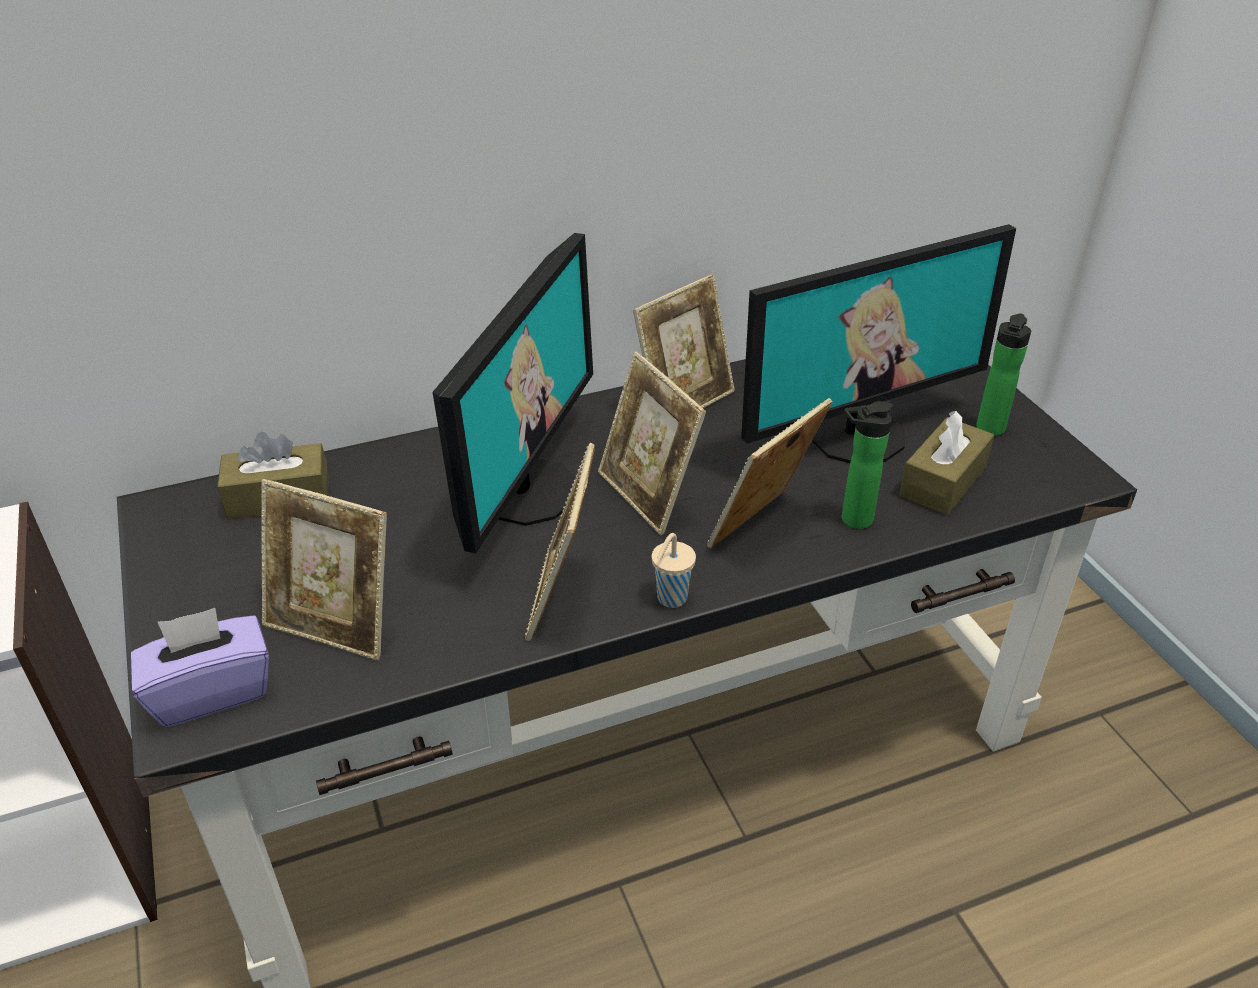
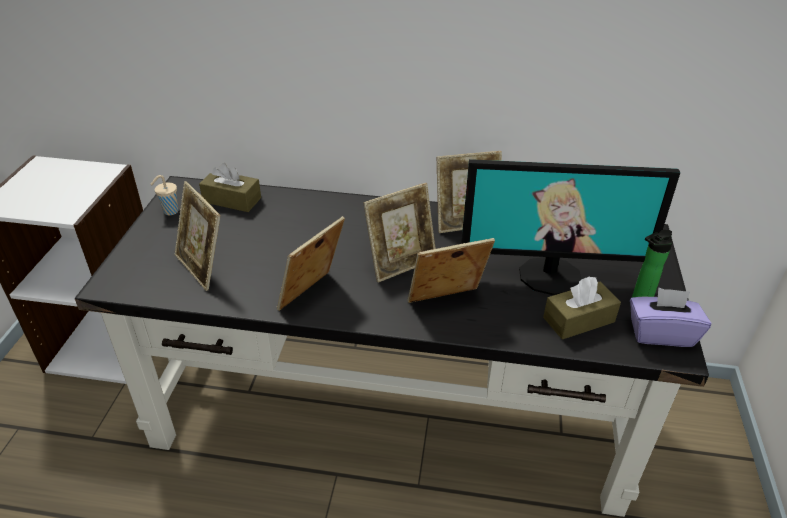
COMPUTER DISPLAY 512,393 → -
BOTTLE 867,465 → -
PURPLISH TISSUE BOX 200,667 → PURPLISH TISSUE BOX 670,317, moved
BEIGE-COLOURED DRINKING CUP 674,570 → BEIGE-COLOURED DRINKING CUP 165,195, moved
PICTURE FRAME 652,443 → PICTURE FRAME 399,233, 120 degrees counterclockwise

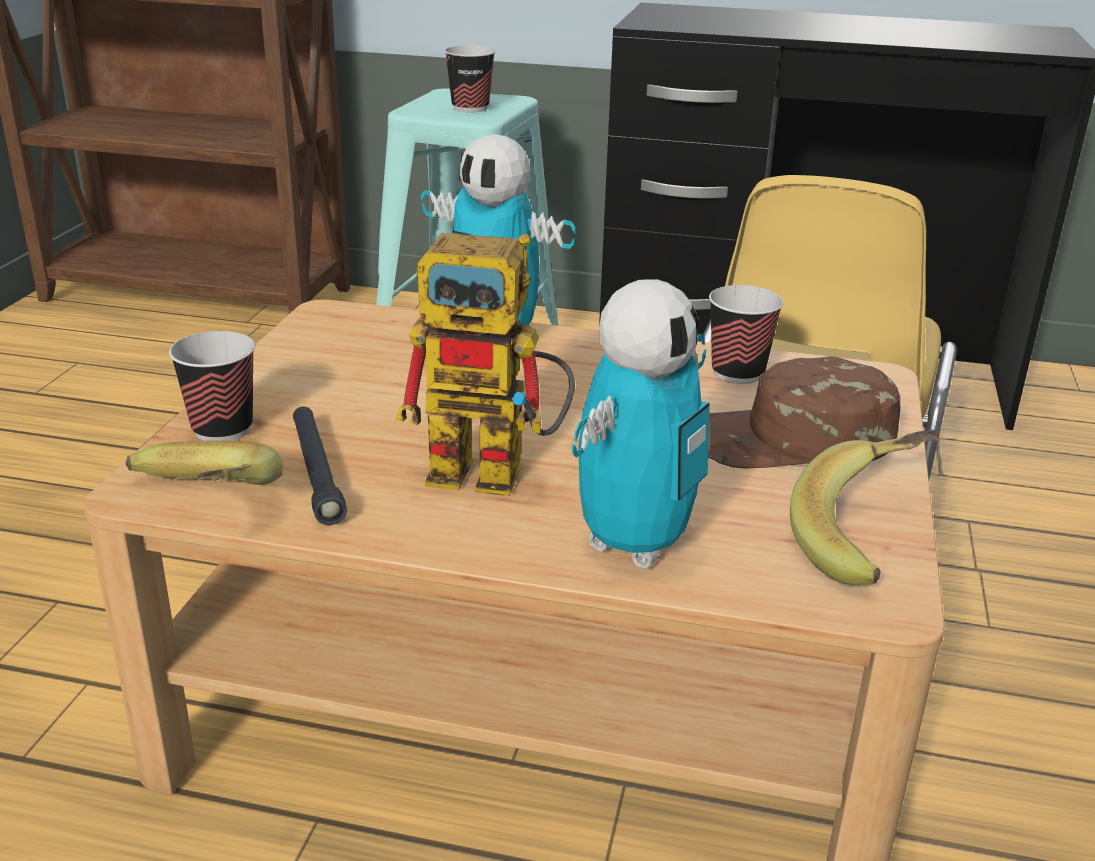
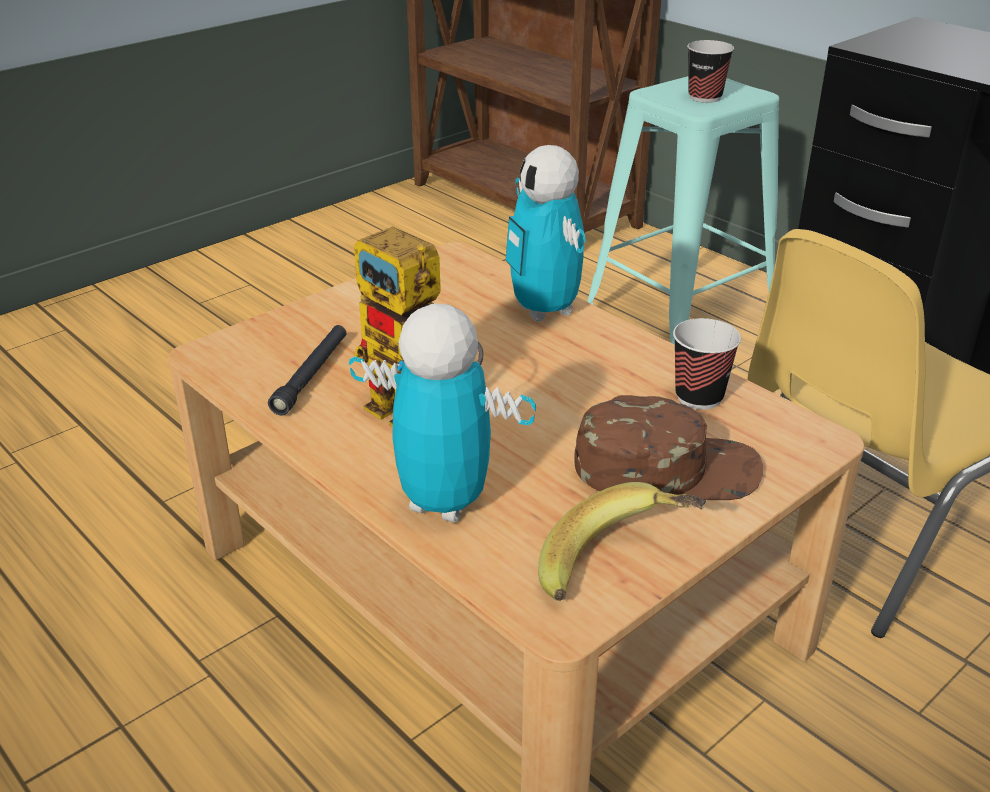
WHOLE BANANA 204,462 → -
DRINKING CUP 212,386 → -
MODEL ROBOT 641,423 → MODEL ROBOT 442,413, 135 degrees counterclockwise
BROWN-COLOURED PEAKED CAP 804,412 → BROWN-COLOURED PEAKED CAP 668,447, 150 degrees clockwise

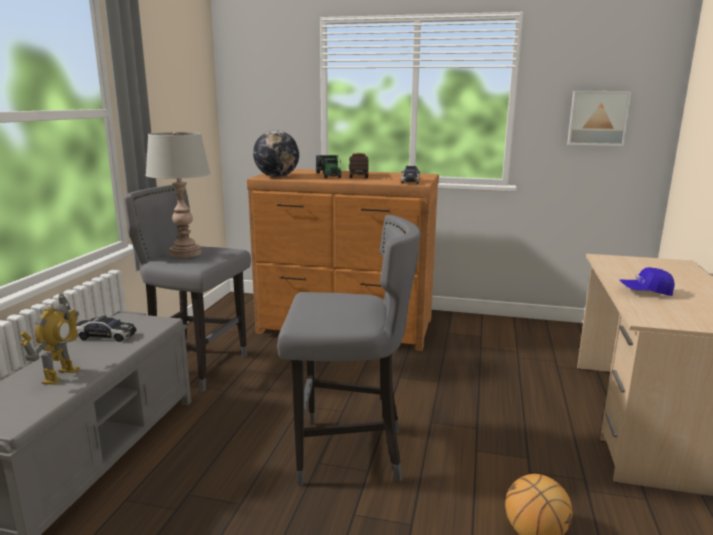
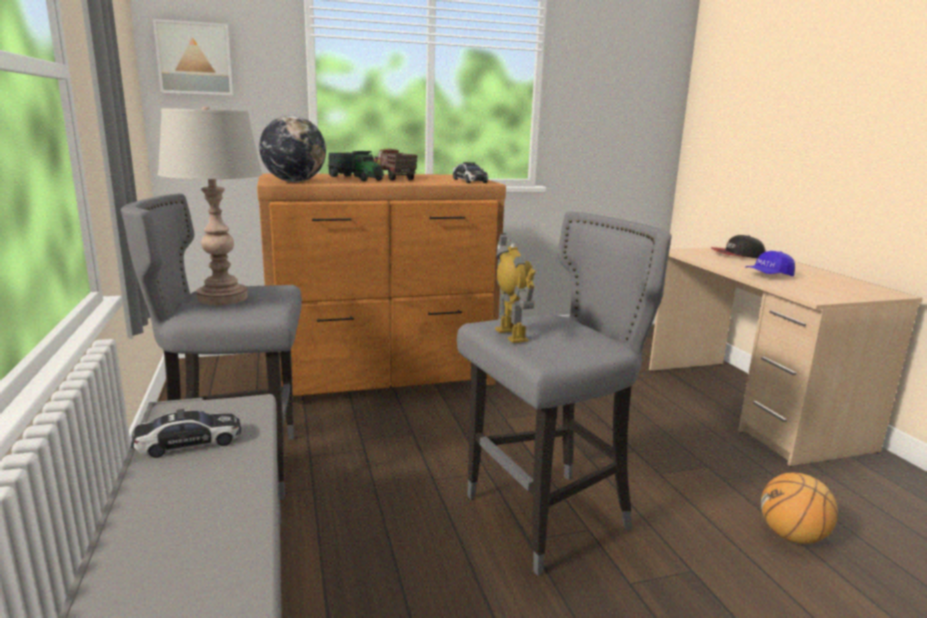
- → PEAKED CAP 738,246
MODEL ROBOT 50,339 → MODEL ROBOT 515,288, moved
WALL ART 599,118 → WALL ART 193,57, moved

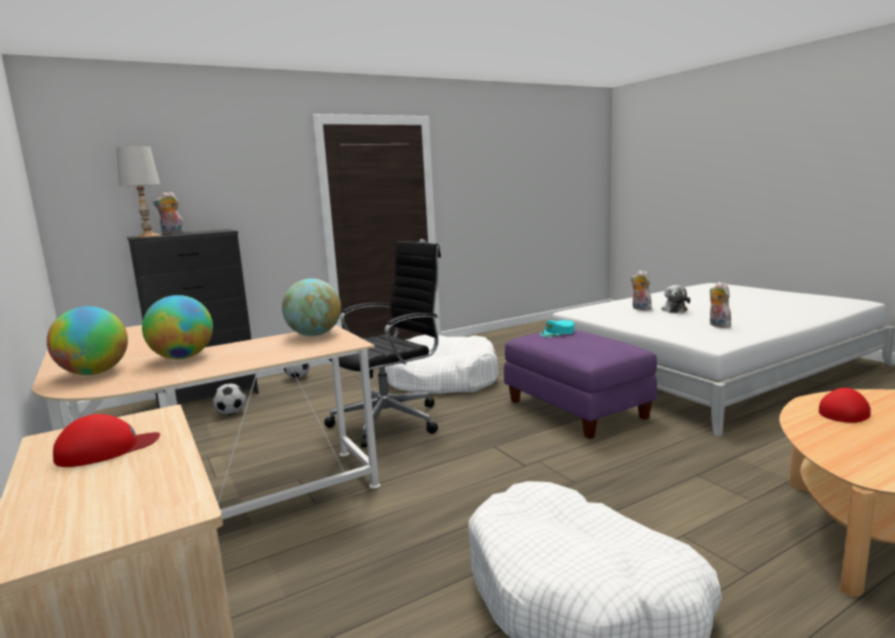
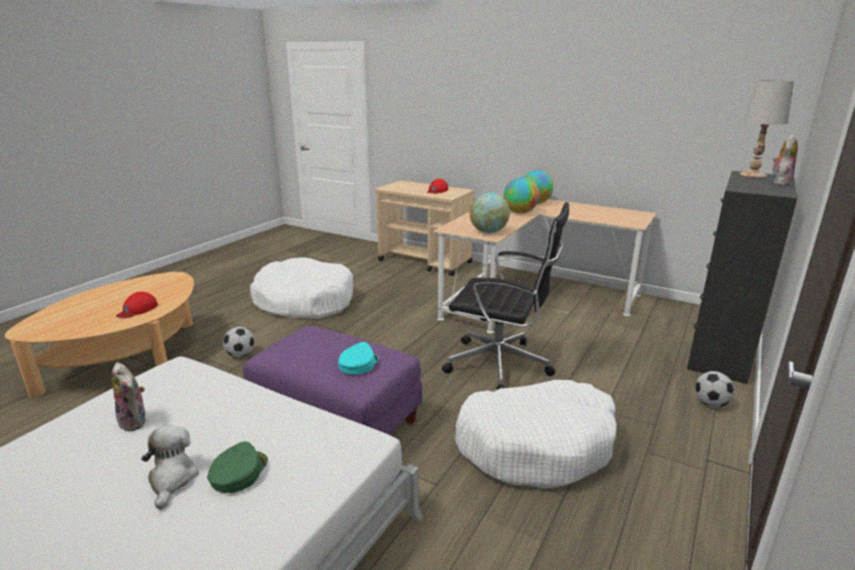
FOOTBALL BALL 229,399 → FOOTBALL BALL 238,342, moved
CUDDLY TOY 641,291 → GREEN-COLOURED PEAKED CAP 237,467
BLACK COMPUTER CHAIR 382,344 → BLACK COMPUTER CHAIR 505,296, 90 degrees counterclockwise

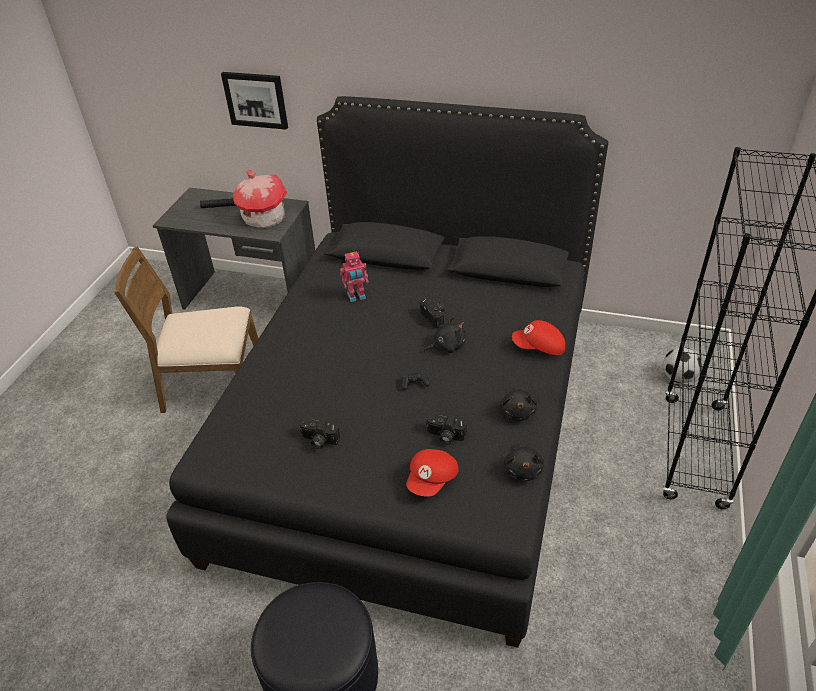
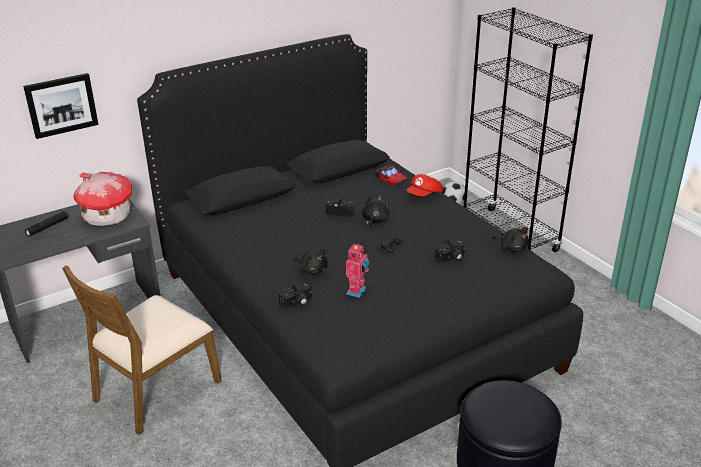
RED PEAKED CAP 432,473 → -
- → MINIATURE CAR 391,175
PHOTO CAMERA 319,433 → PHOTO CAMERA 295,295, moved
MODEL ROBOT 354,276 → MODEL ROBOT 358,270, moved
BLACK CUDDLY TOY 518,403 → BLACK CUDDLY TOY 311,262, moved

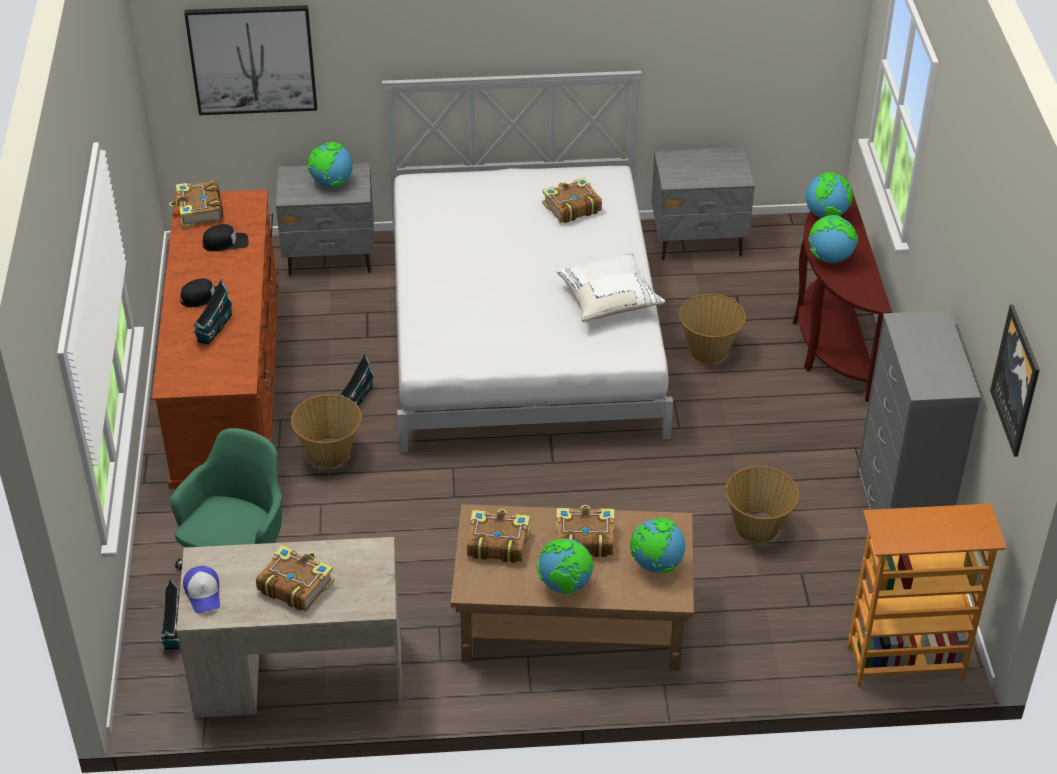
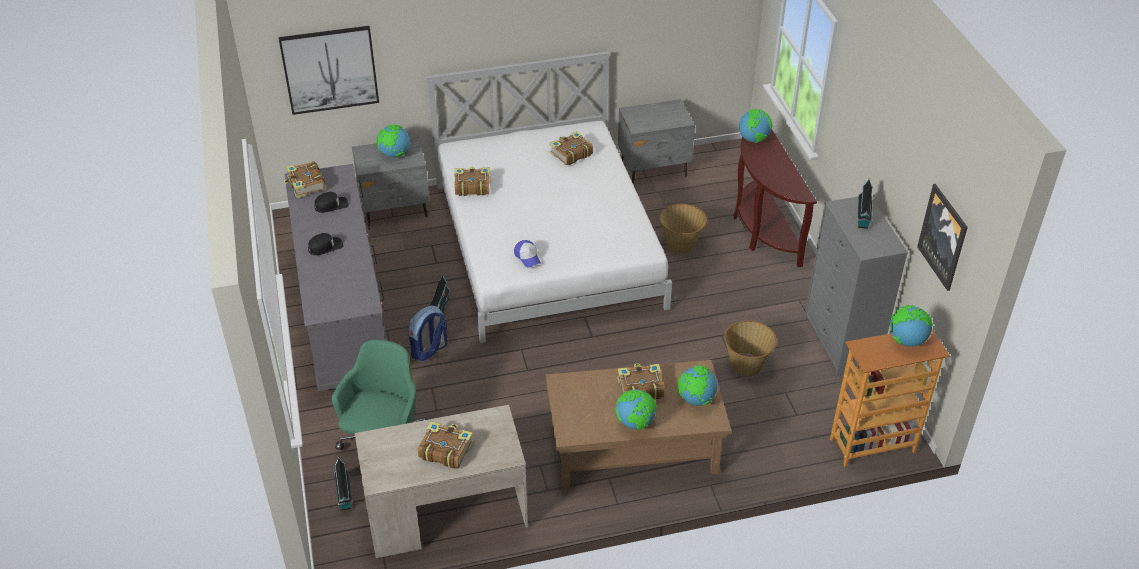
WHITISH PILLOW 610,287 → -
PEAKED CAP 201,590 → PEAKED CAP 527,254, moved
MODEL HOUSE 213,312 → MODEL HOUSE 865,204, moved
VOLUME 498,536 → VOLUME 472,181, moved
GLOBE 833,239 → GLOBE 911,326, moved
STORAGE BASKET 326,431 → BACKPACK 427,333
BROWN-COLOURED DRAWER CHEST 215,339 → GRAY DRAWER CHEST 335,277

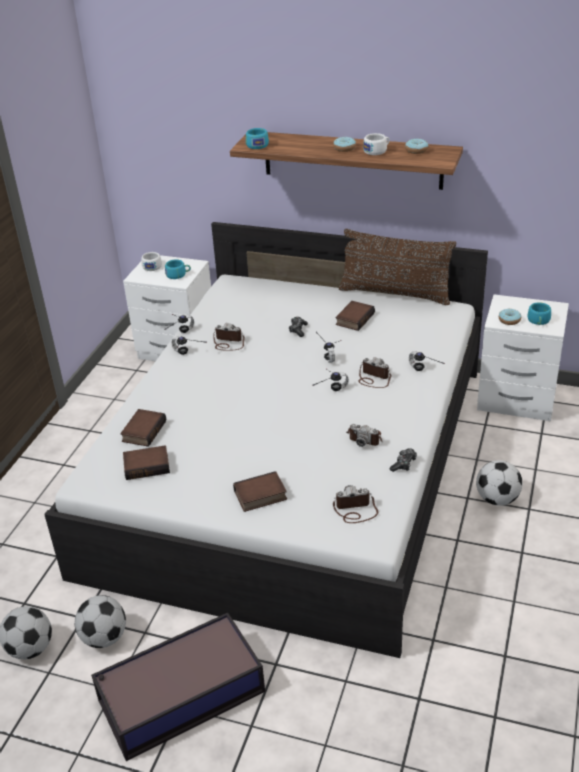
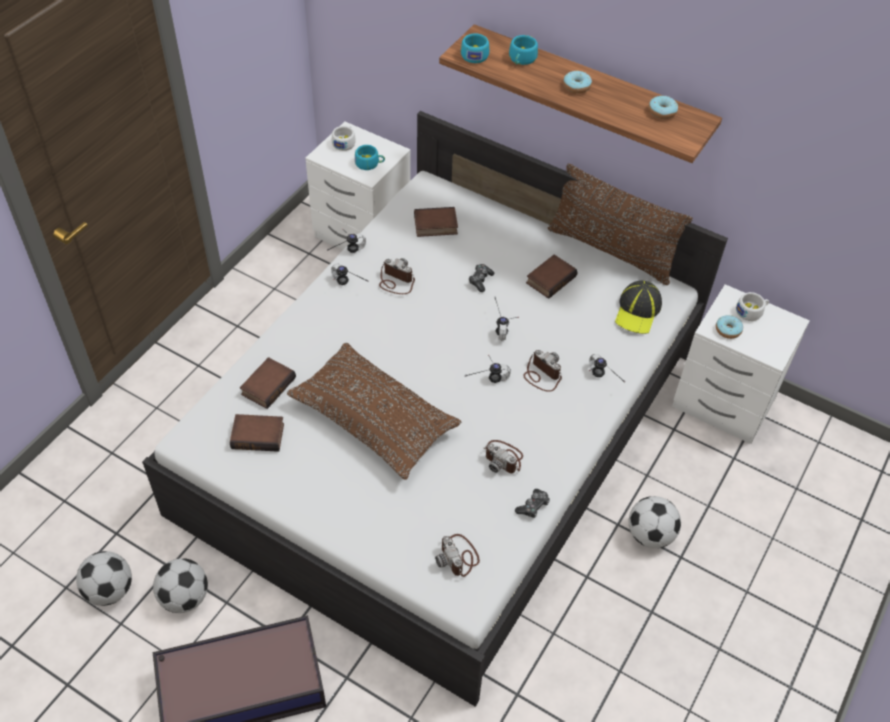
- → BROWN-COLOURED PILLOW 374,411
- → PEAKED CAP 638,307
VOLUME 260,491 → VOLUME 436,222, moved
WHITISH DRINKING CUP 376,144 → WHITISH DRINKING CUP 752,306, moved
TURQUOISE-COLOURED DRINKING CUP 539,313 → TURQUOISE-COLOURED DRINKING CUP 523,50, moved
PHOTO CAMERA 355,504 → PHOTO CAMERA 457,555, 120 degrees counterclockwise

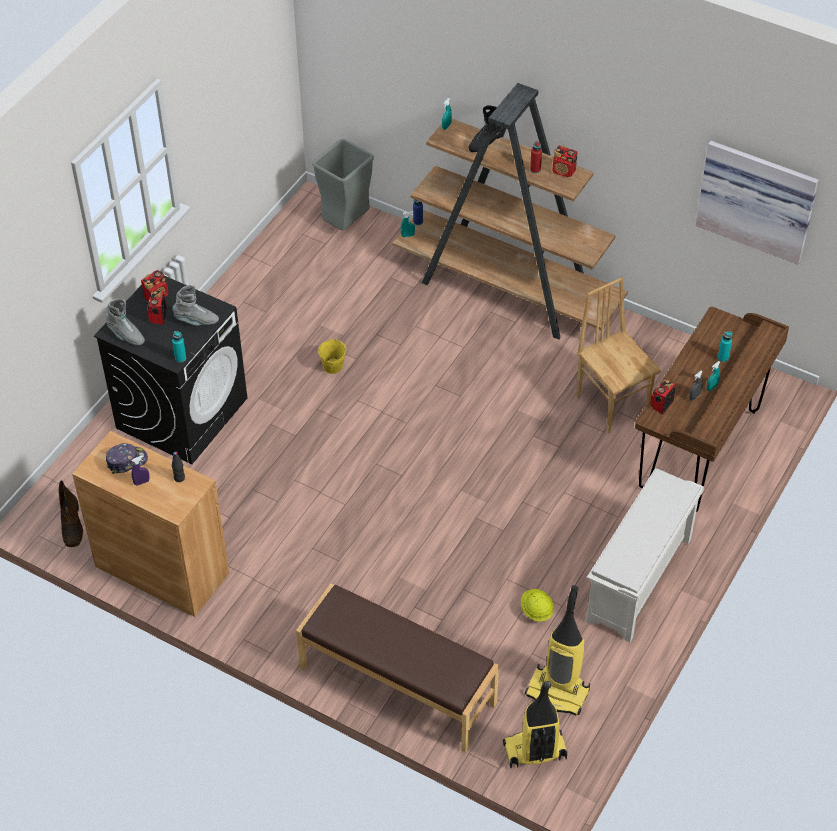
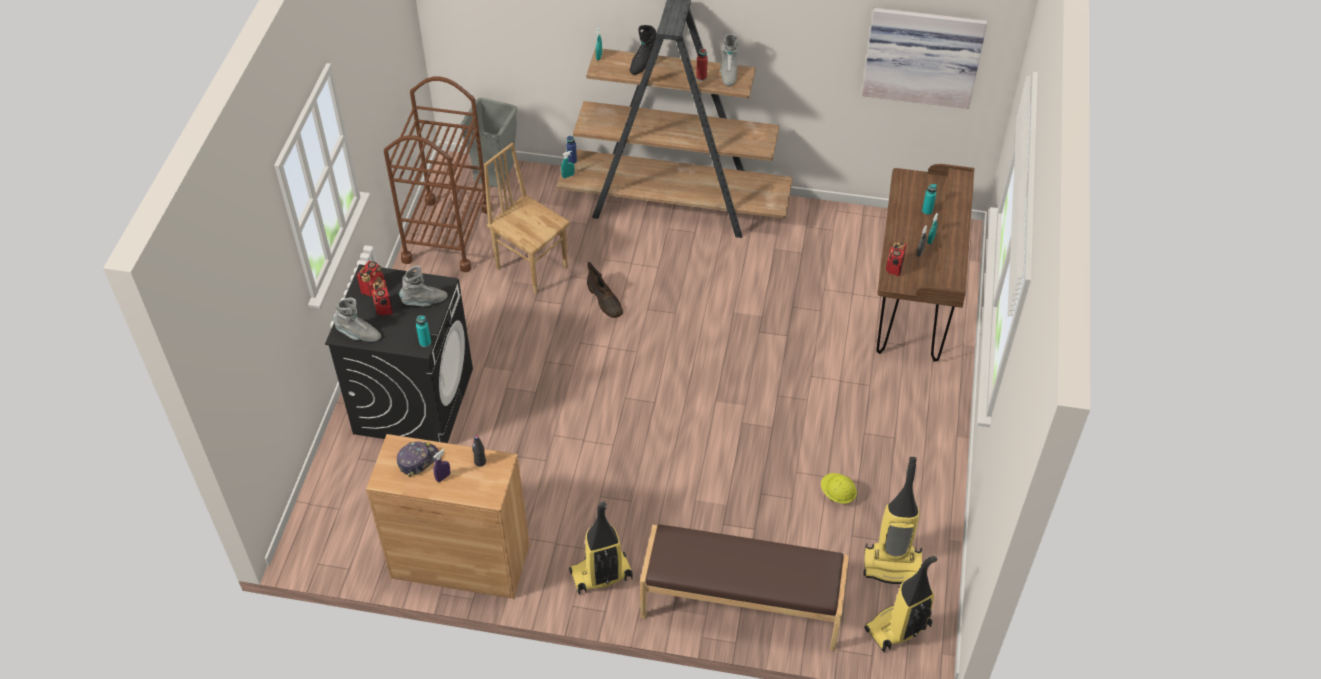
YELLOWISH WATER BUCKET 332,356 → -
WHITISH SHOE RACK 645,555 → -
- → BROWN-COLOURED CART 438,174
- → HOOVER 601,548
BROWN-COLOURED BOOT 71,513 → BROWN-COLOURED BOOT 605,290, moved
BROWN-COLOURED PLAIN CHAIR 618,355 → BROWN-COLOURED PLAIN CHAIR 527,218, moved
RADIO SET 564,161 → GRAY BOOT 729,60

